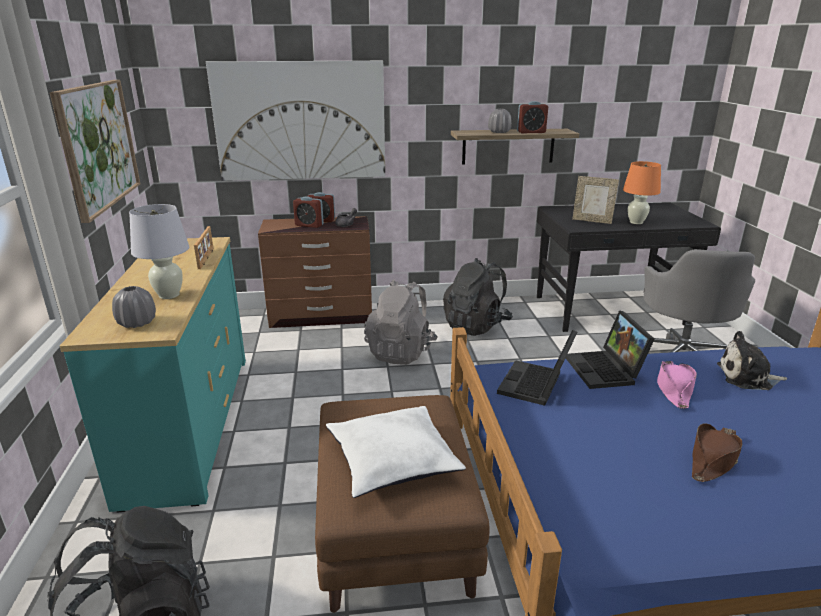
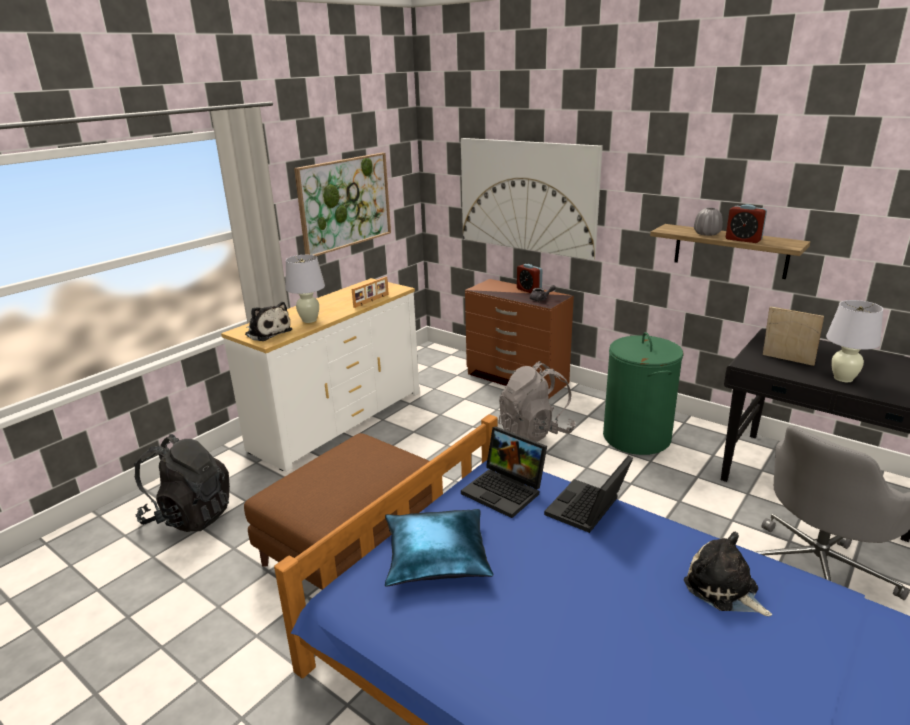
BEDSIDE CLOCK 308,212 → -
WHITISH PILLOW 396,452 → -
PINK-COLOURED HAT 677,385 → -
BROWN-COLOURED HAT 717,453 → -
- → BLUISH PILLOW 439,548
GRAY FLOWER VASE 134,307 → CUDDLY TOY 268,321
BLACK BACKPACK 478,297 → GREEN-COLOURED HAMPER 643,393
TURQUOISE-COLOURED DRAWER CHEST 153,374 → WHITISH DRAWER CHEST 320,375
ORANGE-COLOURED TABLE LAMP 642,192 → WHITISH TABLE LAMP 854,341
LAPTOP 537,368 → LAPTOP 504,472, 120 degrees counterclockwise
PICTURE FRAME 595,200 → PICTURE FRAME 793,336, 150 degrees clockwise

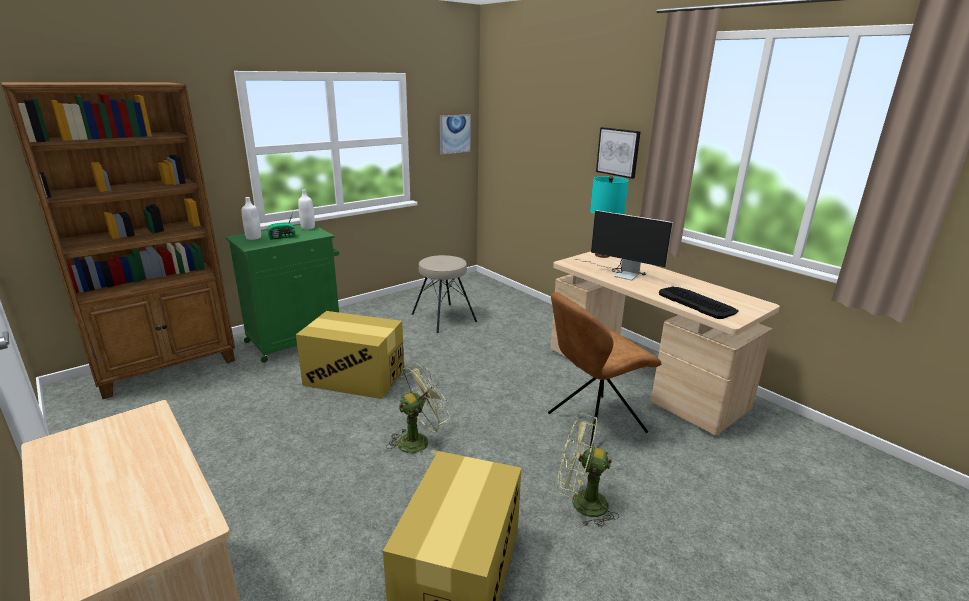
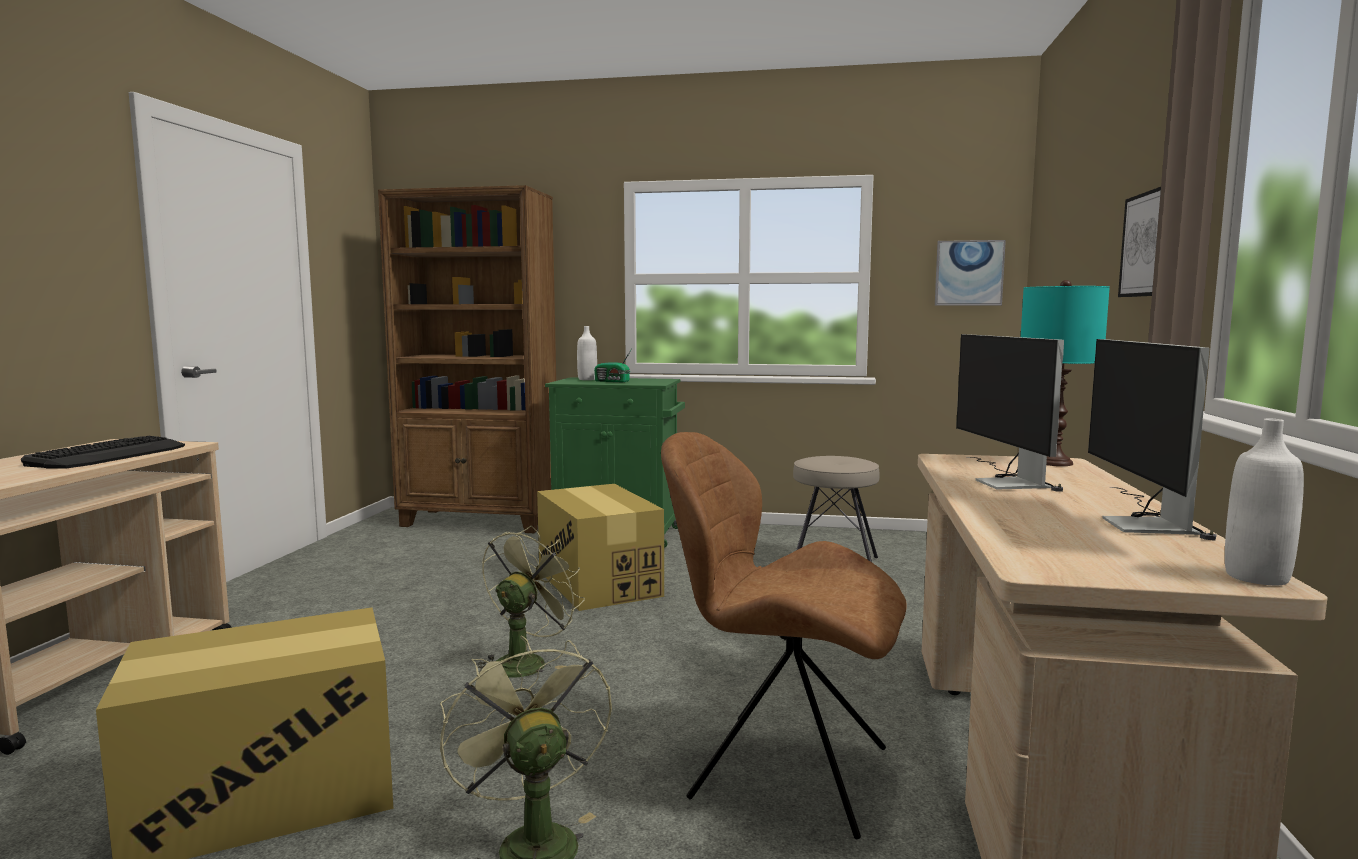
- → COMPUTER DISPLAY 1152,440
WHITISH BOTTLE 306,209 → WHITISH BOTTLE 1264,502, moved
PC KEYBOARD 699,303 → PC KEYBOARD 103,452, moved
GREEN-COLOURED ELECTRIC FAN 418,408 → GREEN-COLOURED ELECTRIC FAN 530,602, 75 degrees counterclockwise

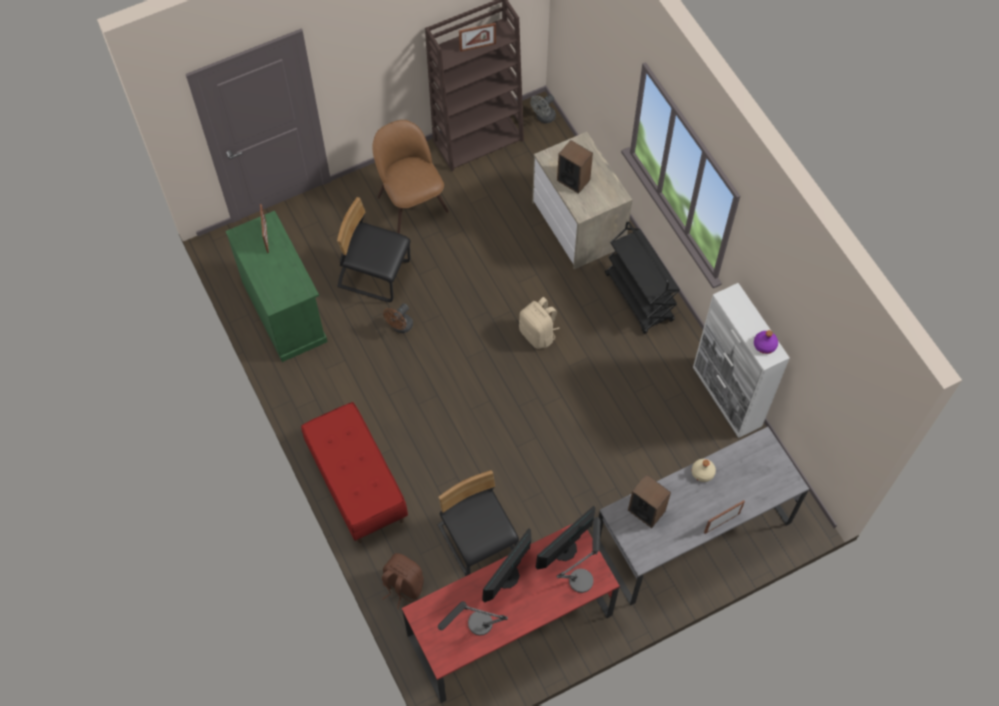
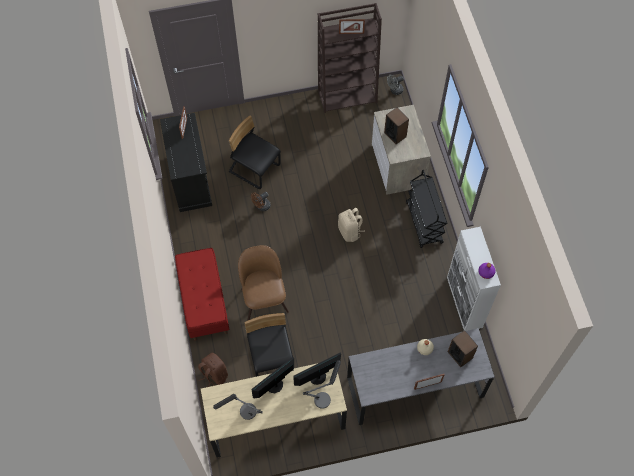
BROWN-COLOURED PLAIN CHAIR 410,177 → BROWN-COLOURED PLAIN CHAIR 263,283, moved
LOUDSPEAKER 649,501 → LOUDSPEAKER 463,348, moved
GREEN-COLOURED CABINET 277,286 → BLACK CABINET 186,162
RED DESK 511,613 → BEIGE-COLOURED DESK 274,410

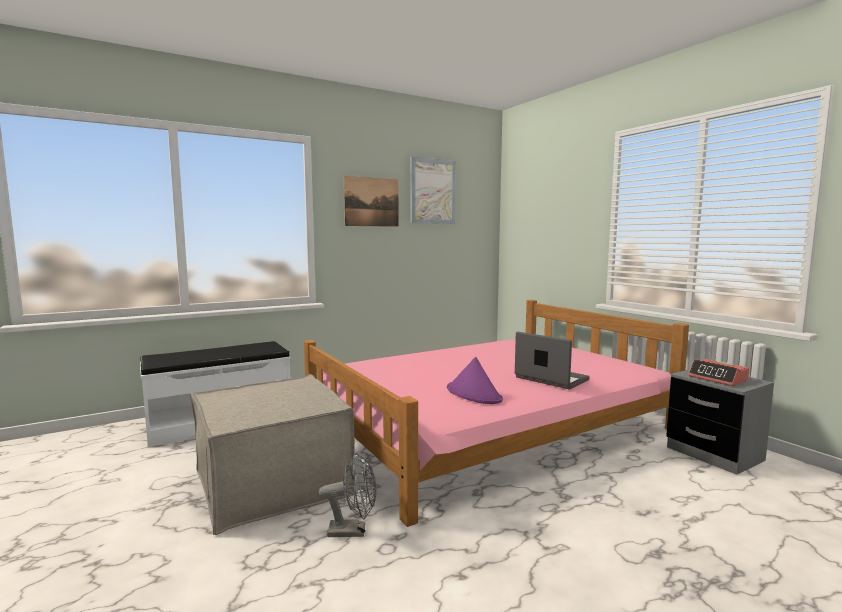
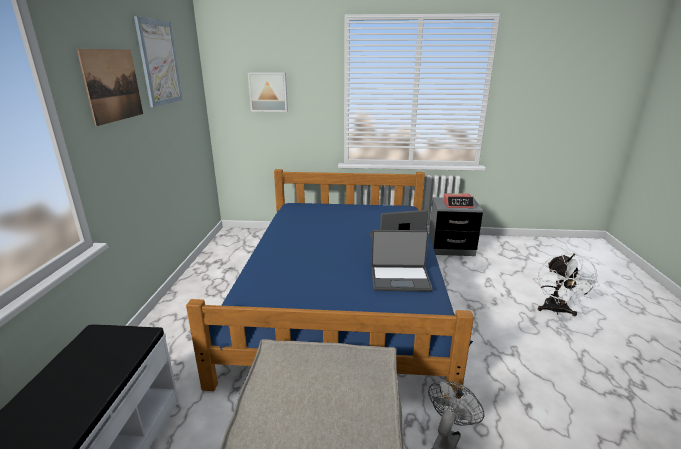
- → WALL ART 268,92
- → WHITISH ELECTRIC FAN 569,284
PURPLISH HAT 475,380 → LAPTOP 402,260
PINK-COLOURED BED 496,413 → BLUISH BED 330,284

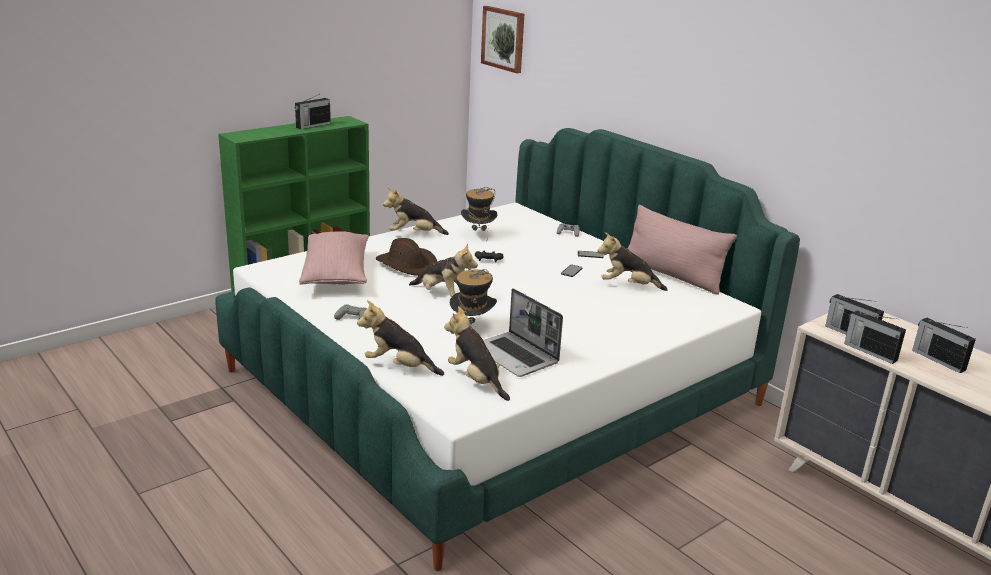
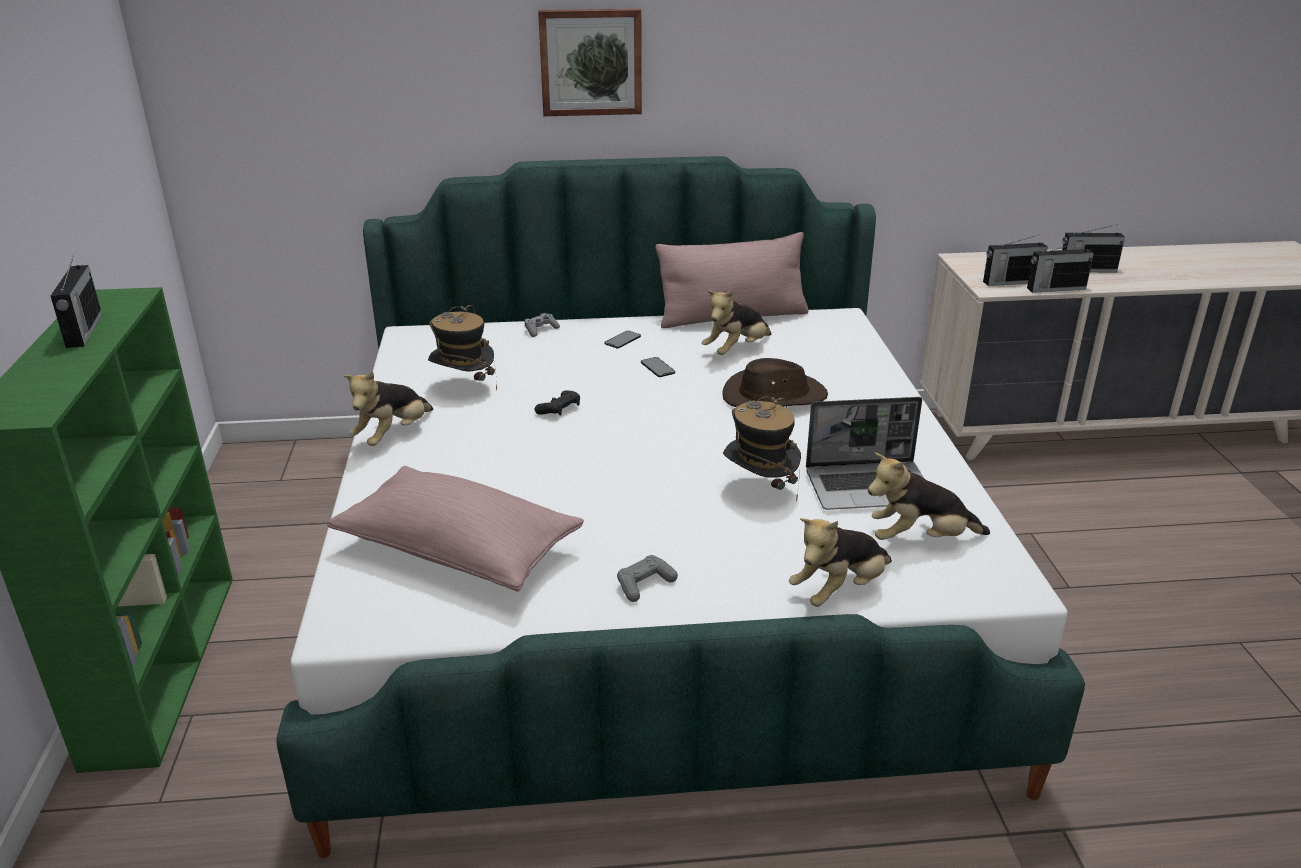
CUDDLY TOY 443,270 → -
BROWN-COLOURED HAT 406,257 → BROWN-COLOURED HAT 775,382, moved
WALL ART 502,39 → WALL ART 590,62, moved

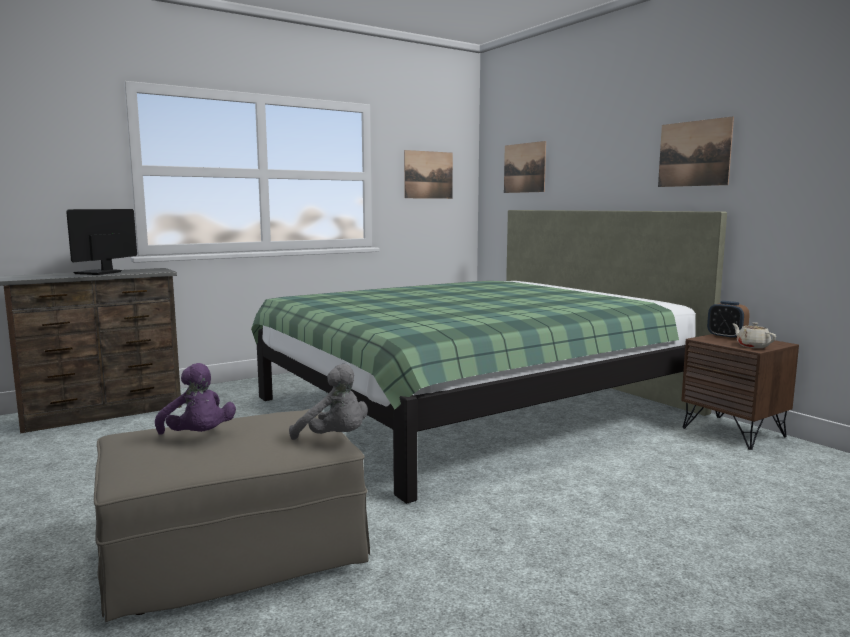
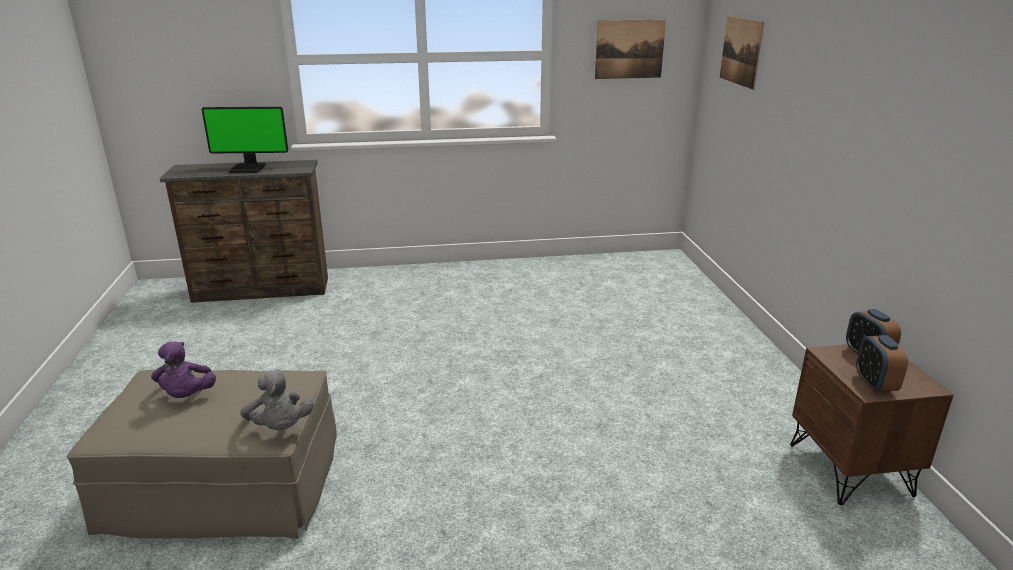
GREEN-COLOURED BED 489,357 → -
WALL ART 696,151 → -
BEIGE-COLOURED TEA POT 754,335 → BEDSIDE CLOCK 882,363
COMPUTER DISPLAY 101,242 → COMPUTER DISPLAY 245,140, 135 degrees counterclockwise

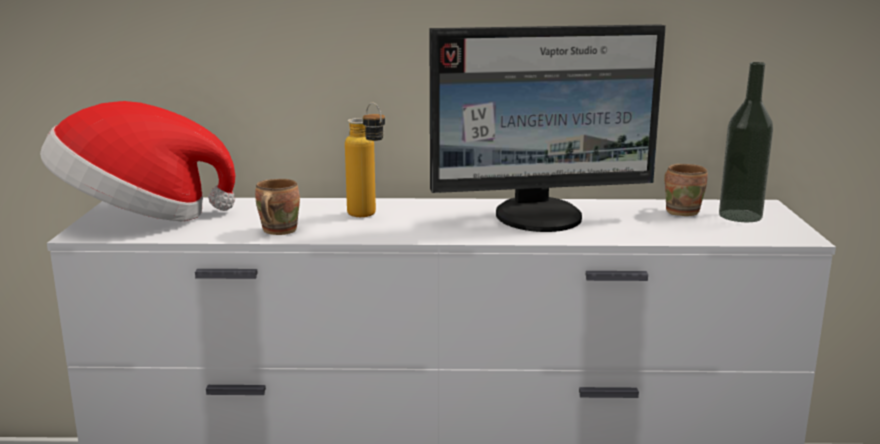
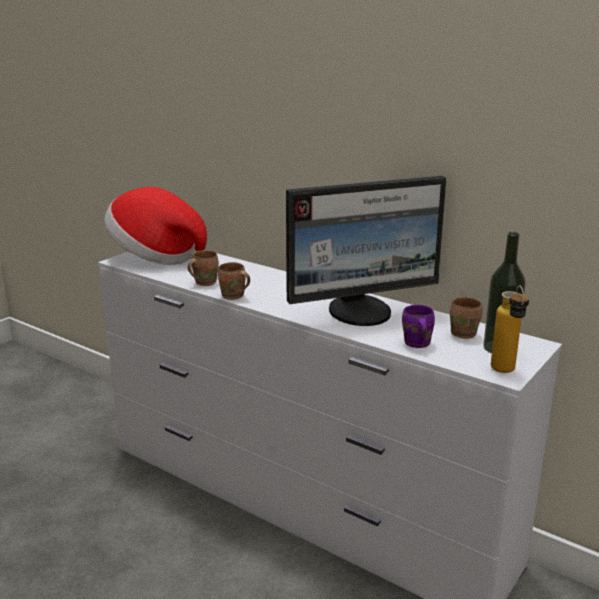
- → BROWN-COLOURED MUG 234,281
- → PURPLISH MUG 418,326
BOTTLE 365,159 → BOTTLE 510,329, moved
COMPUTER DISPLAY 547,128 → COMPUTER DISPLAY 366,251, 45 degrees counterclockwise

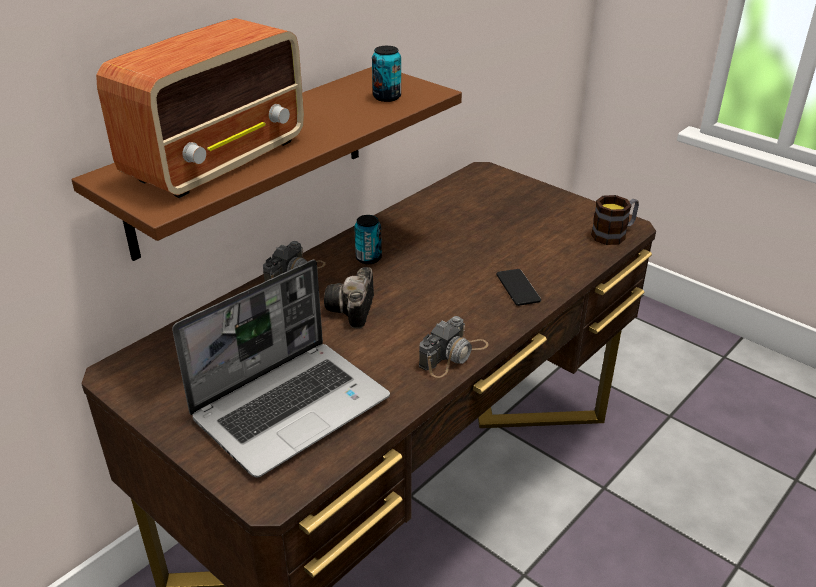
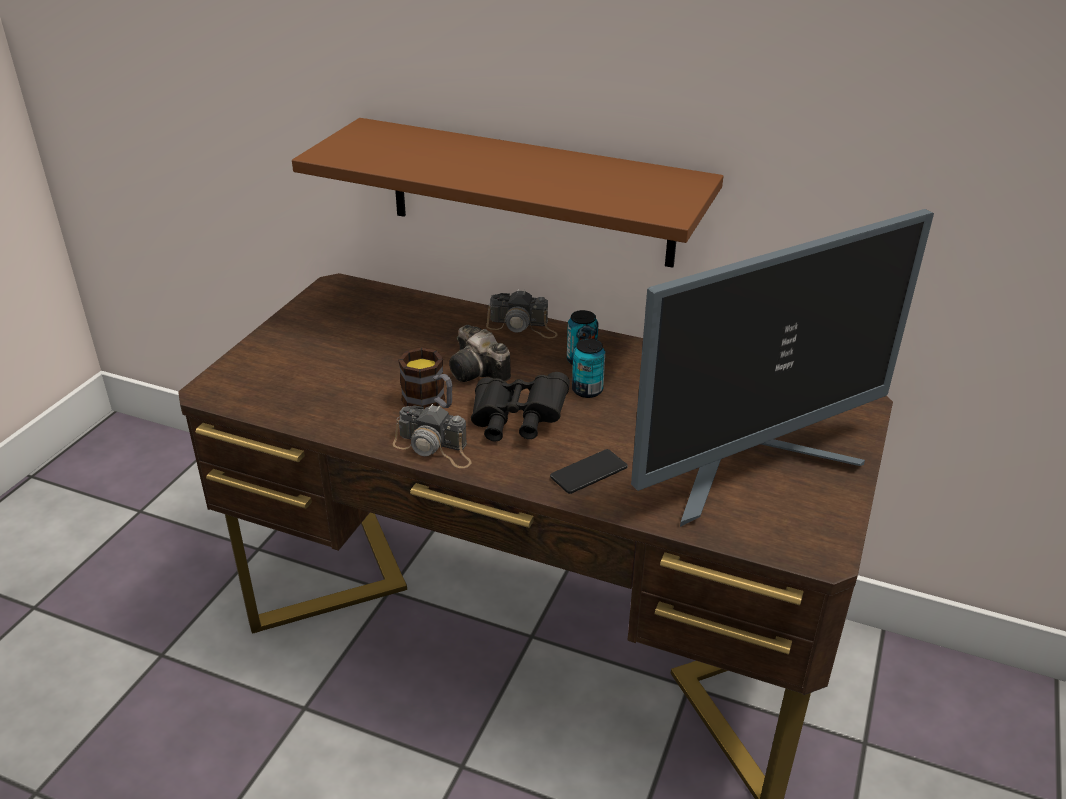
RADIO SET 200,108 → -
LAPTOP 281,369 → -
- → BLACK PAIR OF BINOCULARS 520,406
- → COMPUTER DISPLAY 782,368
METAL CAN 386,74 → METAL CAN 588,368, moved
MUG 615,220 → MUG 425,378, moved
PHOTO CAMERA 349,297 → PHOTO CAMERA 480,353, 120 degrees counterclockwise

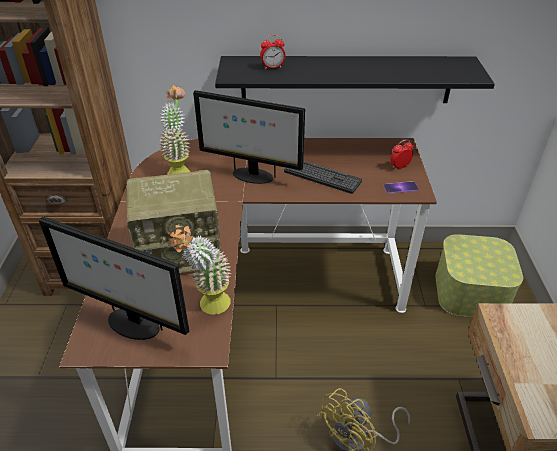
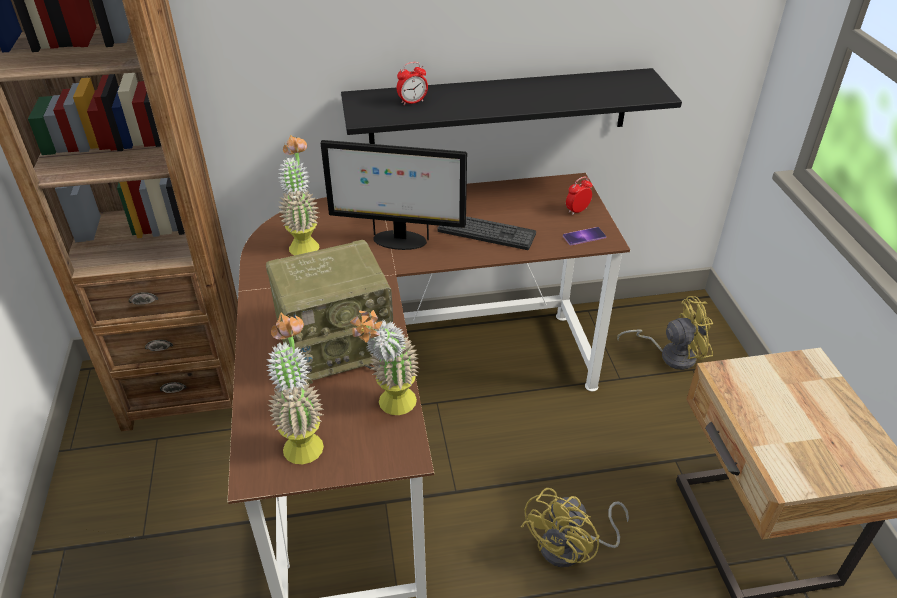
COMPUTER DISPLAY 114,278 → HOUSEPLANT 295,388
STORAGE CONTAINER 479,275 → YELLOWISH ELECTRIC FAN 665,333

